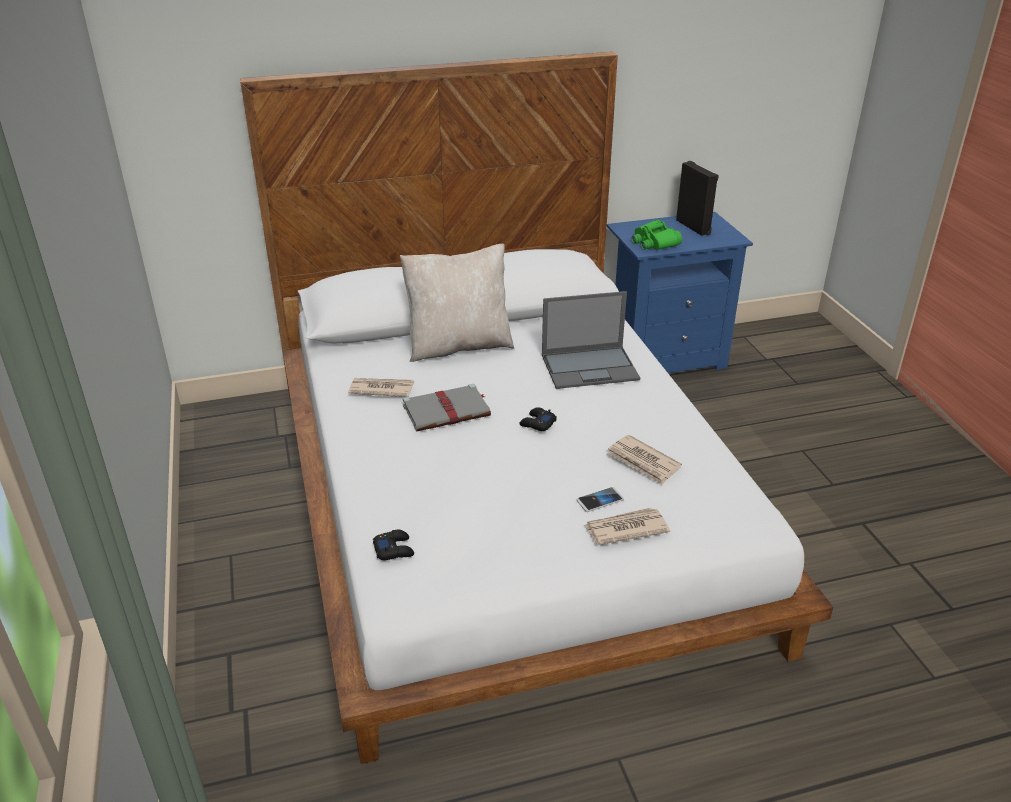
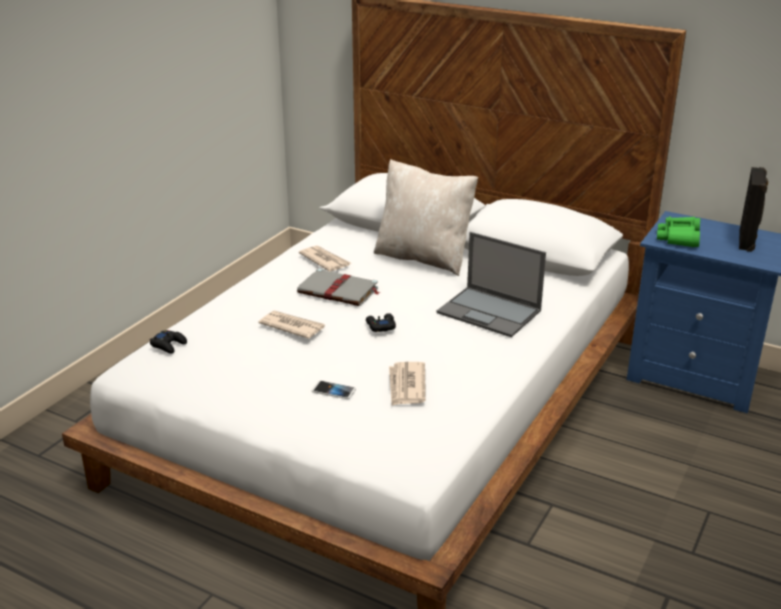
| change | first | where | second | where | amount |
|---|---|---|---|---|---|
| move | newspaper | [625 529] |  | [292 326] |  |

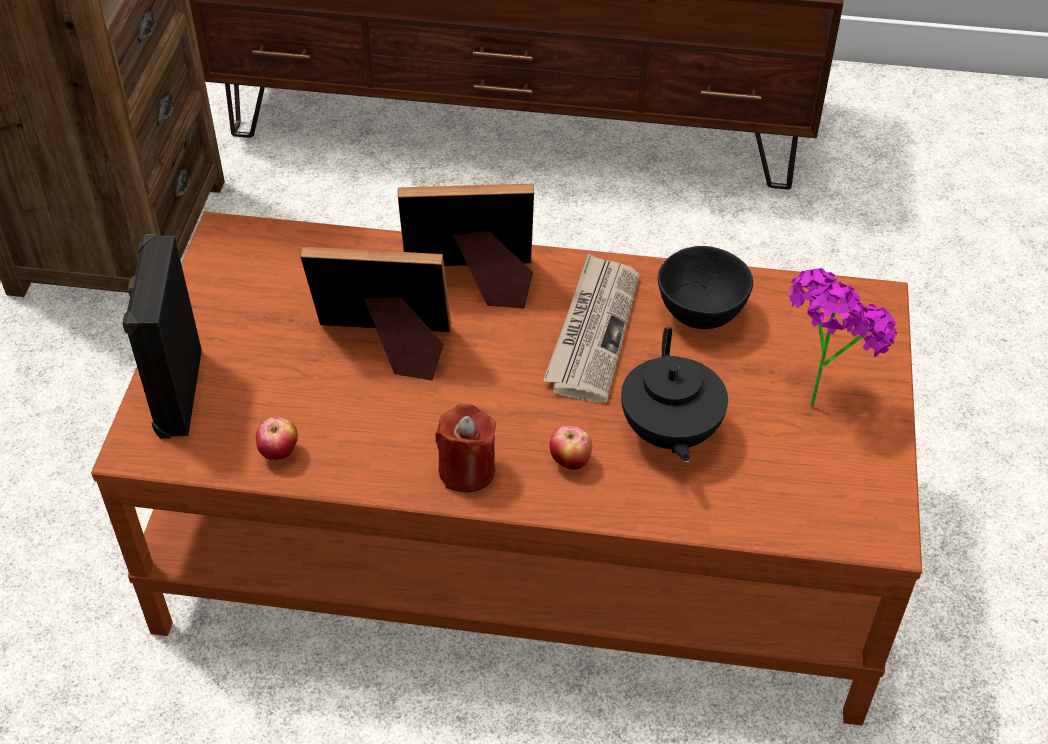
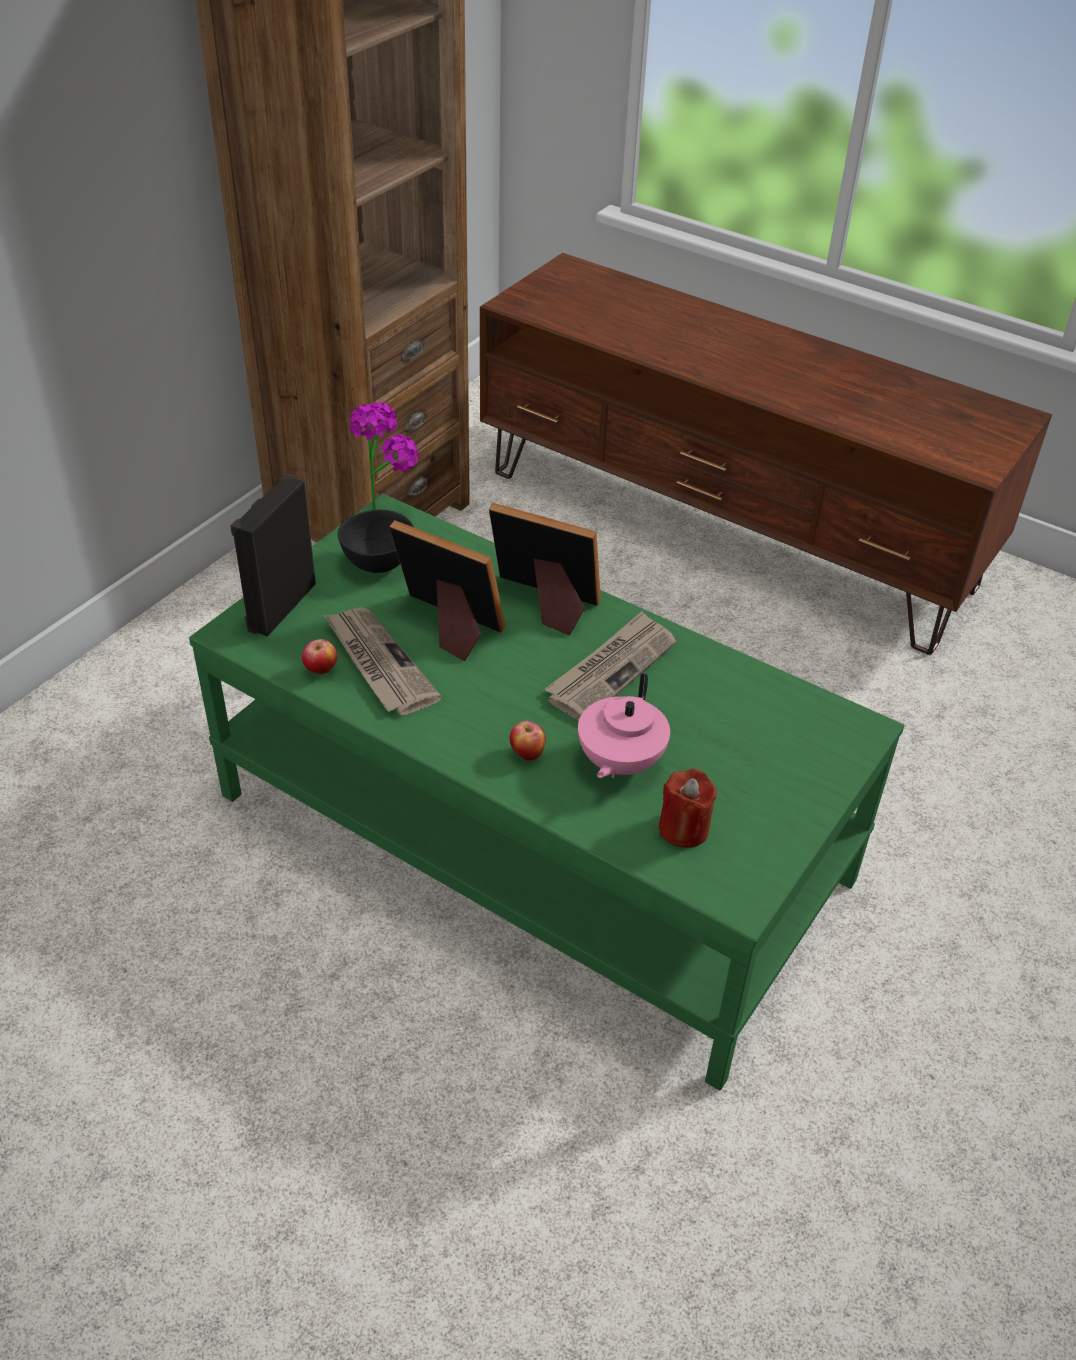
| change | first | where | second | where | amount |
|---|---|---|---|---|---|
| insert |  |  | newspaper | [378 663] |  |
| move | red-coloured wax light | [467 470] |  | [683 829] |  |
| move | blackish bowl | [699 315] |  | [377 564] |  |
| move | houseplant | [818 391] |  | [386 504] |  |
| recolor | brown-coloured coffee table | [520 538] | green-coloured coffee table | [530 836] |  |
| recolor | blackish teapot | [669 433] | pink-coloured teapot | [619 762] |  |

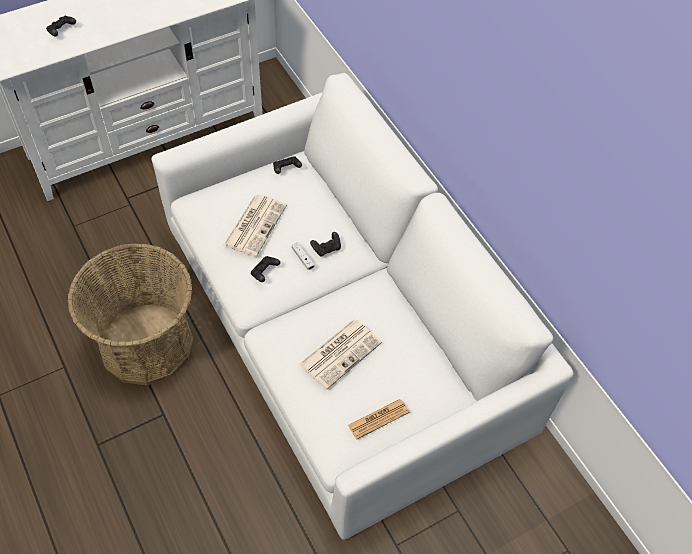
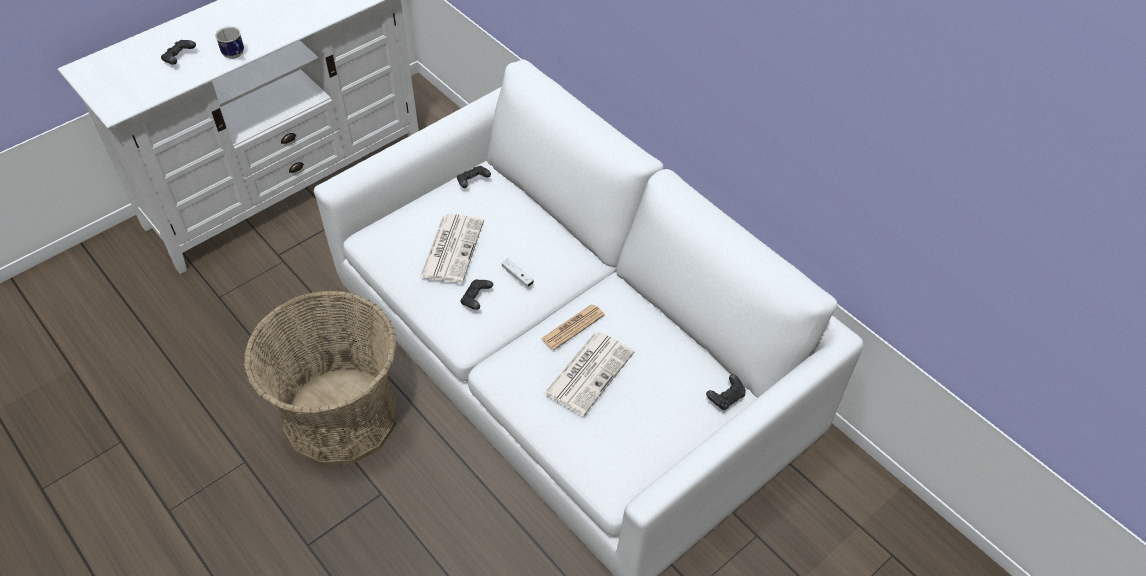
| change | first | where | second | where | amount |
|---|---|---|---|---|---|
| insert |  |  | mug | [235 56] |  |
| move | blackish game controller | [326 248] |  | [726 398] |  |
| move | newspaper | [378 419] |  | [573 327] |  |

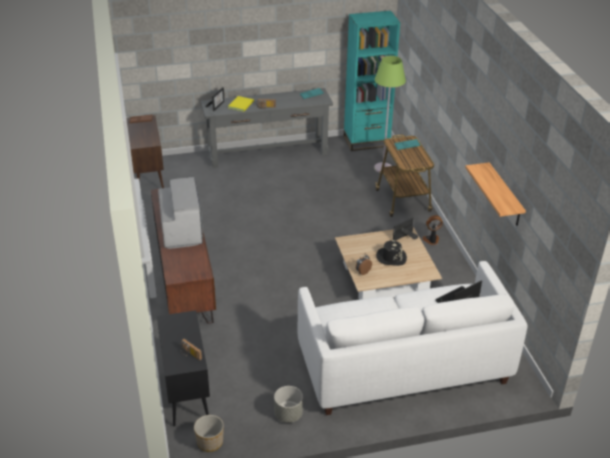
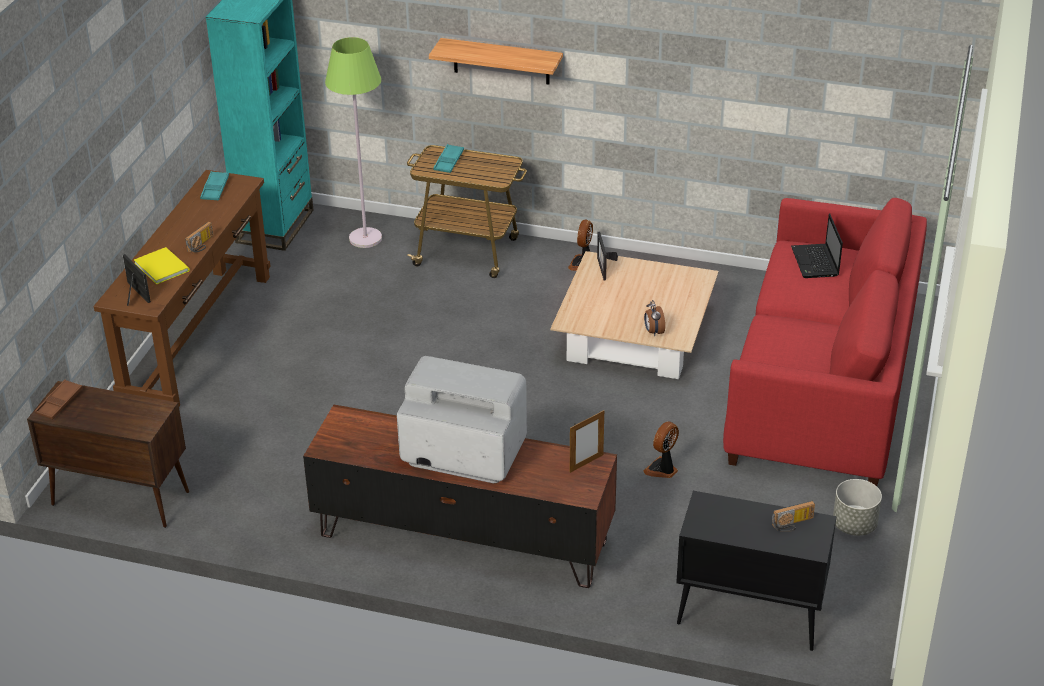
| change | first | where | second | where | amount |
|---|---|---|---|---|---|
| delete | plant pot | [210 442] |  |  |  |
| delete | blackish clothing hat | [391 257] |  |  |  |
| insert |  |  | standing frame | [586 463] |  |
| insert |  |  | cooling fan | [662 469] |  |
| move | shelf | [505 195] |  | [501 61] |  |
| recolor | gray console table | [267 153] | brown-coloured console table | [198 336] |  |
| recolor | whitish sofa | [403 365] | red-coloured sofa | [822 388] |  |

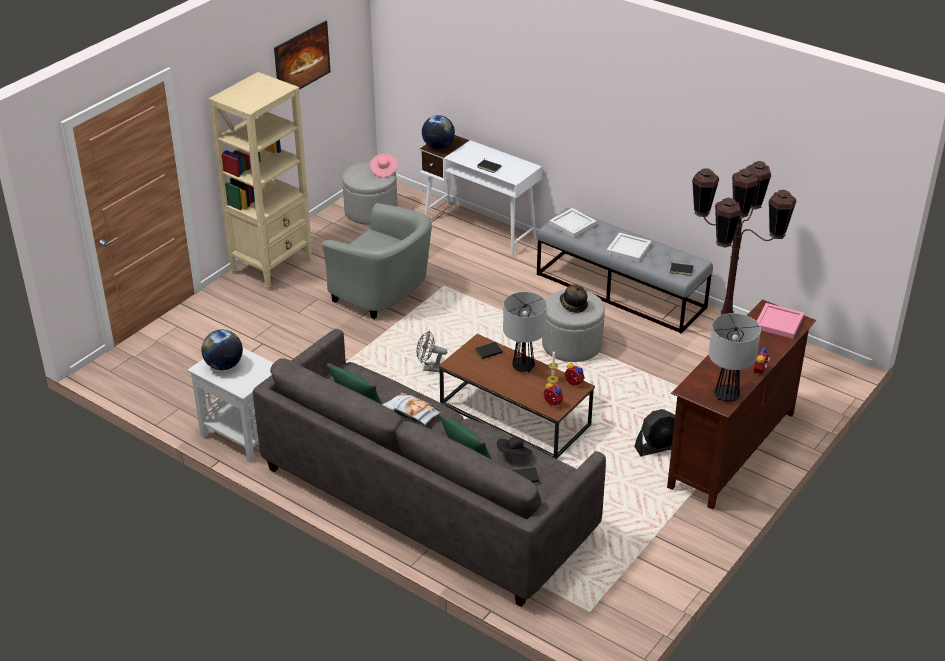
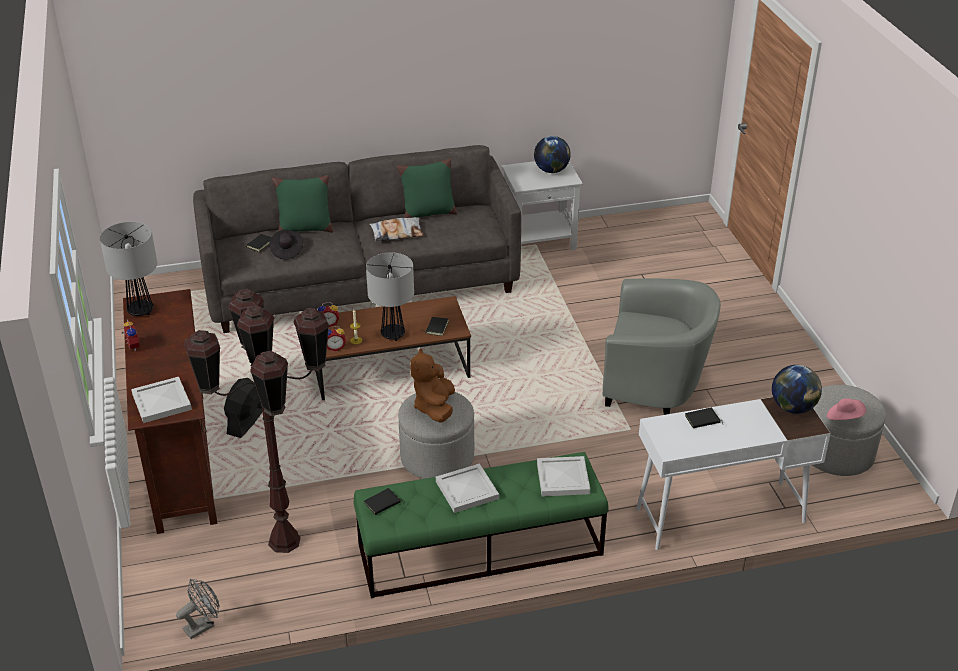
| change | first | where | second | where | amount |
|---|---|---|---|---|---|
| delete | beige shelving unit | [272 266] |  |  |  |
| delete | wall art | [303 72] |  |  |  |
| move | gray cooling fan | [429 368] |  | [203 625] |  |
| replace | clothing hat | [573 305] | brown-coloured soft toy | [434 407] |  |
| recolor | gray long seat | [621 291] | green-coloured long seat | [479 550] |  |
| recolor | pink-coloured tray | [778 322] | whitish tray | [162 402] |  |
| rotate | gray lounge chair | [384 295] |  | [655 385] | 150 degrees counterclockwise |

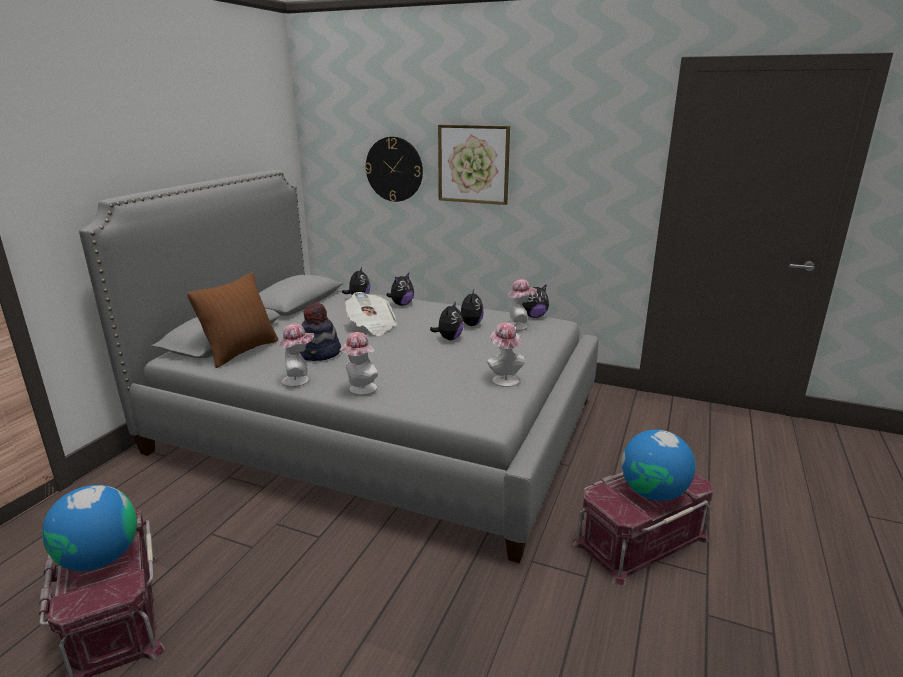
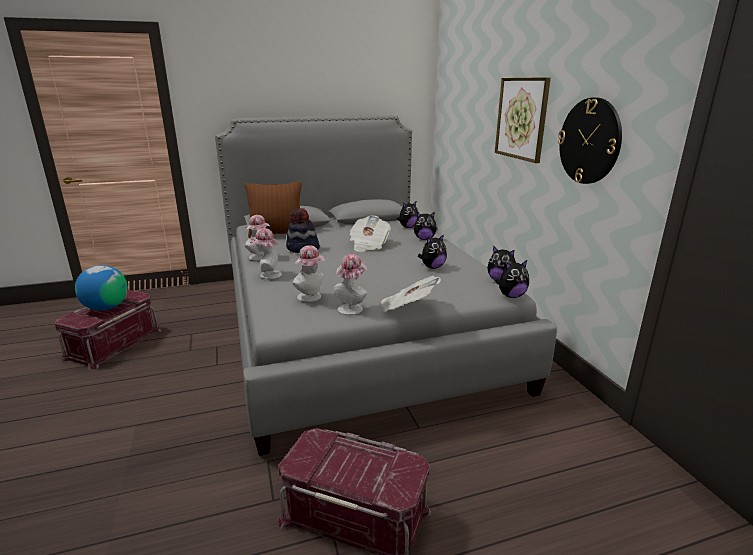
| change | first | where | second | where | amount |
|---|---|---|---|---|---|
| delete | globe | [653 493] |  |  |  |
| insert |  |  | newspaper | [407 308] |  |
| move | clock on the wall | [394 169] |  | [589 141] |  |
| move | soft toy | [449 338] |  | [511 296] |  |
| move | clothing hat | [519 326] |  | [311 297] |  |

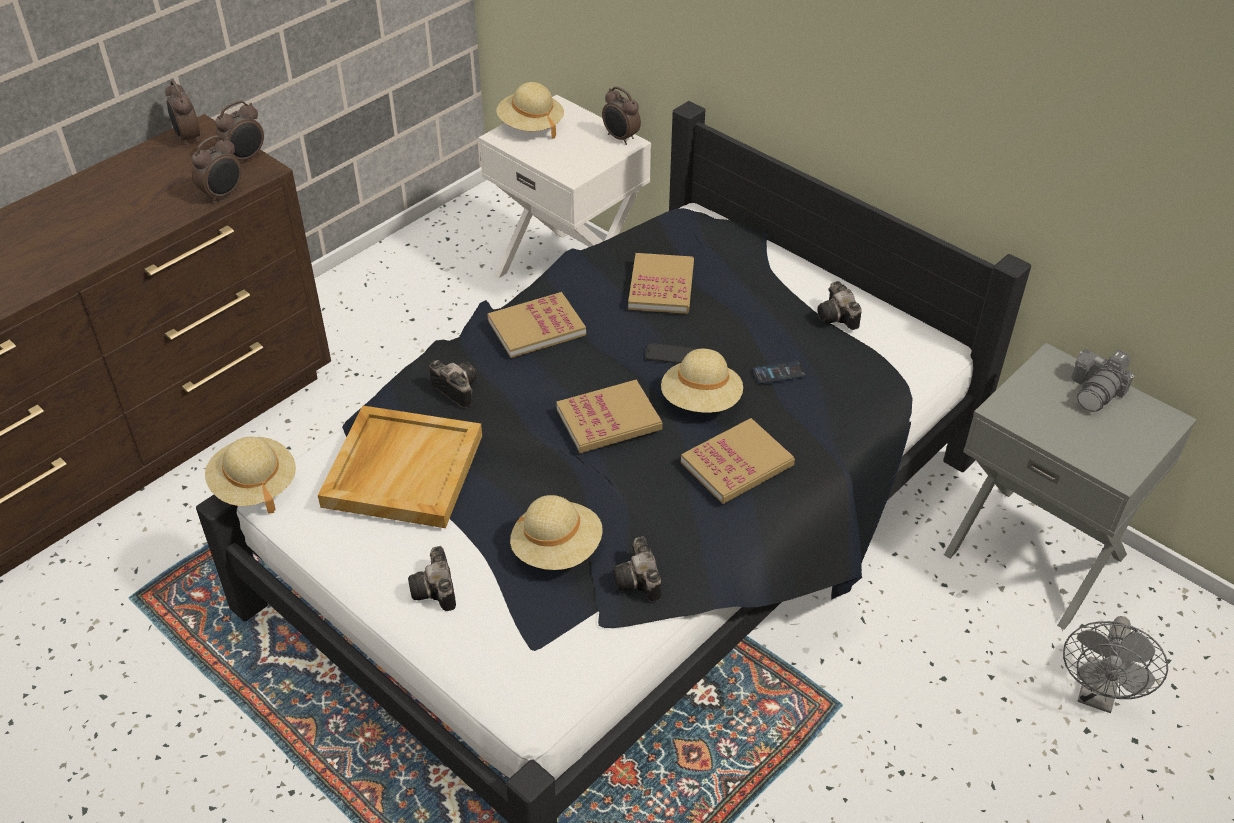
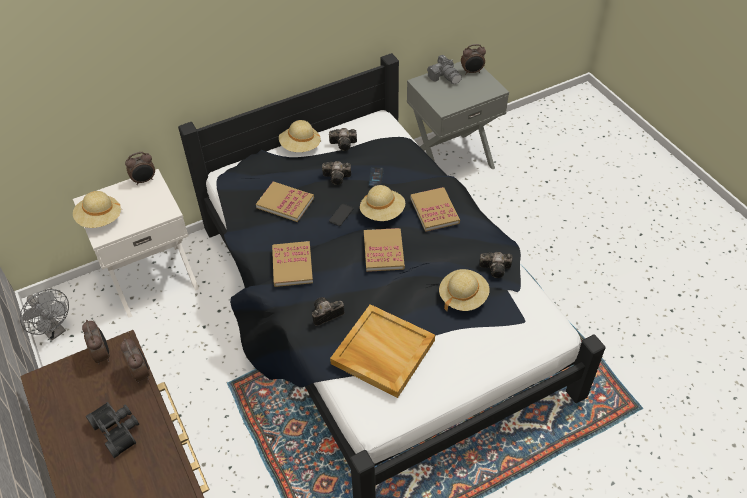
| change | first | where | second | where | amount |
|---|---|---|---|---|---|
| insert |  |  | blackish pair of binoculars | [118 430] |  |
| move | alarm clock | [188 139] |  | [472 72] |  |
| move | beige clothing hat | [254 486] |  | [300 146] |  |
| move | photo camera | [436 591] |  | [338 177] |  |
| move | gray cooling fan | [1097 695] |  | [54 331] |  |

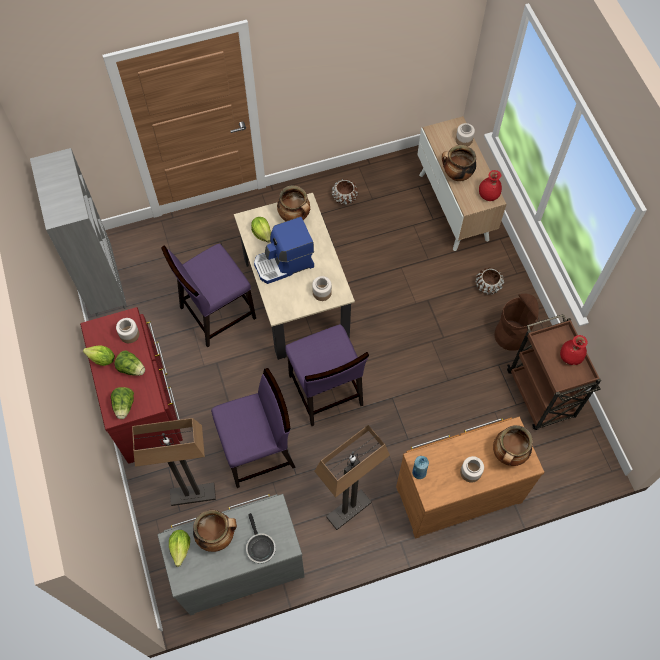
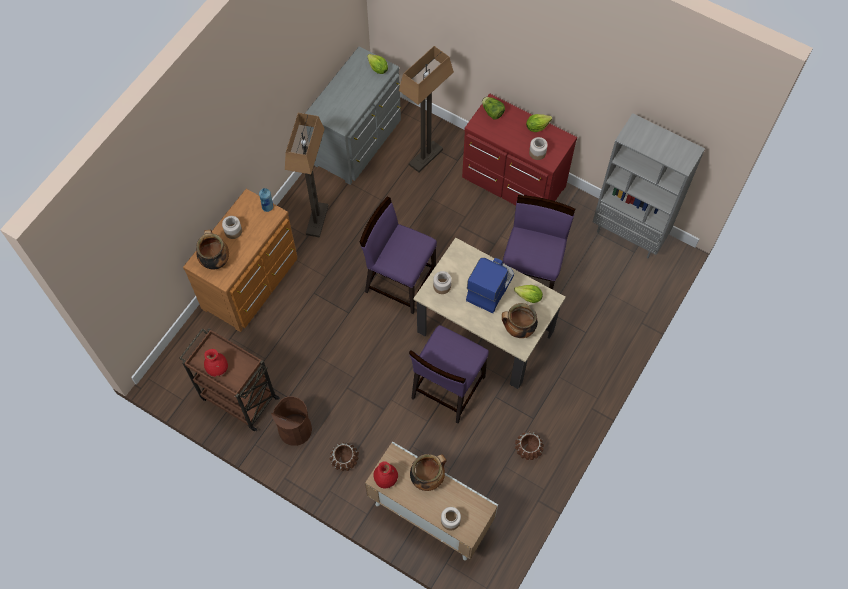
| change | first | where | second | where | amount |
|---|---|---|---|---|---|
| delete | lettuce head | [131 368] |  |  |  |
| delete | saucepot | [217 535] |  |  |  |
| delete | pan | [259 546] |  |  |  |
| move | purple-coloured upright chair | [258 452] |  | [447 388] |  |

